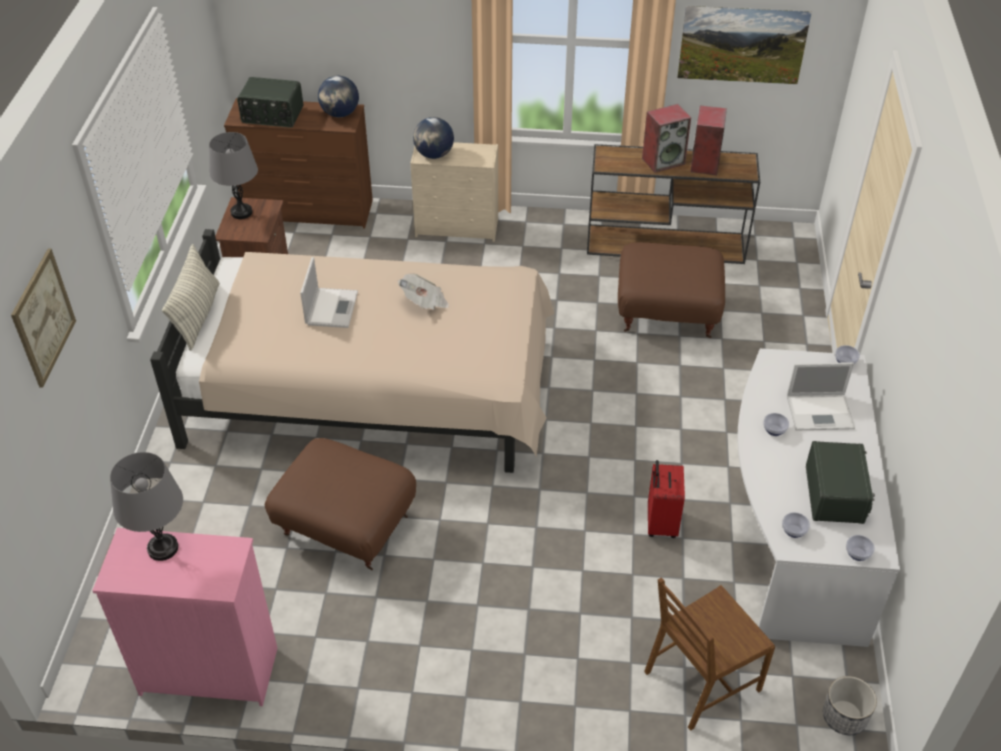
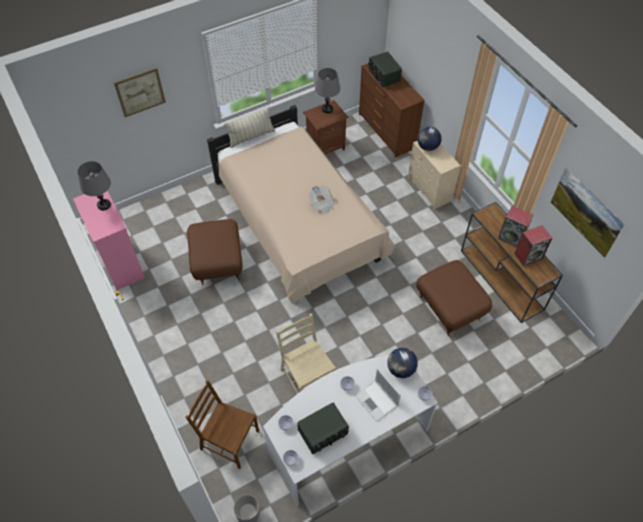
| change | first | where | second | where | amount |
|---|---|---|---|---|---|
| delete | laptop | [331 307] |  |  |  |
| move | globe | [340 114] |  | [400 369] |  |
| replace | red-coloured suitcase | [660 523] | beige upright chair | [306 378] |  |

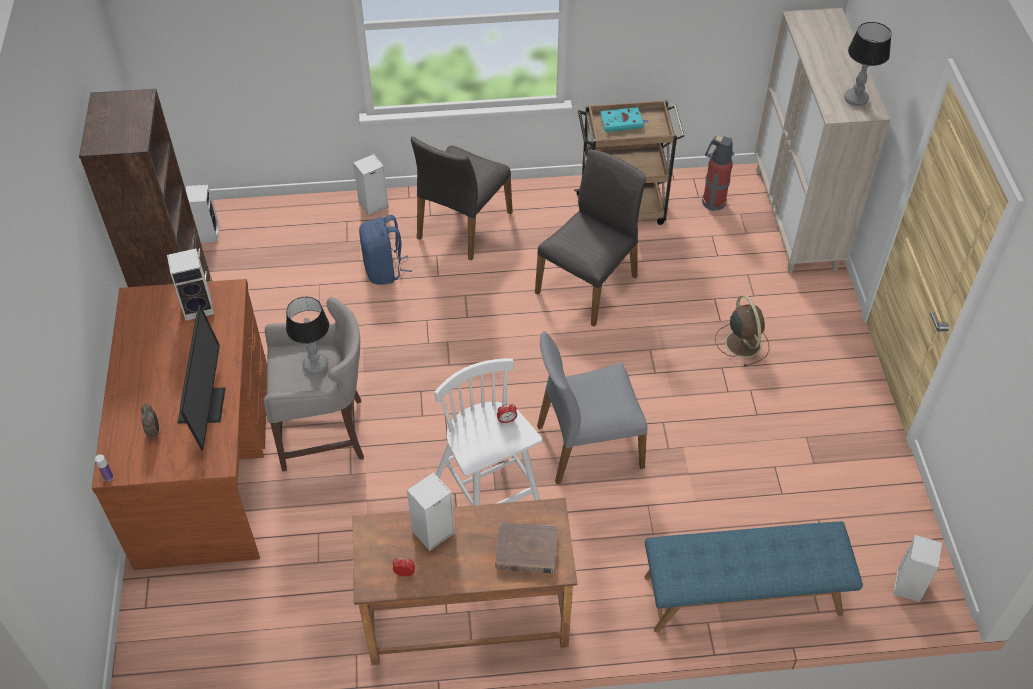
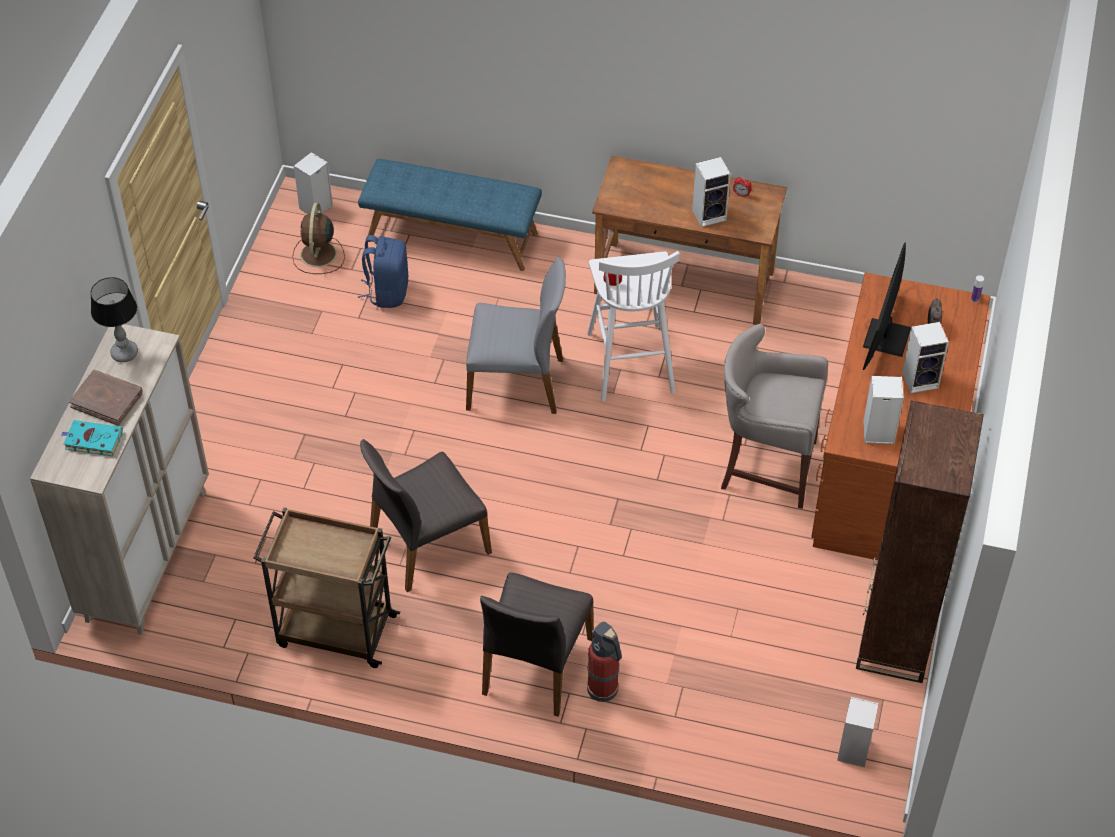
| change | first | where | second | where | amount |
|---|---|---|---|---|---|
| delete | table lamp | [315 365] |  |  |  |
| move | audio speaker | [372 205] |  | [921 380] |  |
| move | blue rucksack | [384 270] |  | [387 292] |  |
| move | brown-coloured bound book | [526 550] |  | [107 399] |  |
| move | blue-green bound book | [622 122] |  | [92 440] |  |
| move | fire extinguisher | [712 202] |  | [604 689] |  |
| move | brown-coloured cooling fan | [742 342] |  | [318 255] |  |
| rotate | gray upright chair | [462 225] |  | [535 666] | 150 degrees clockwise |

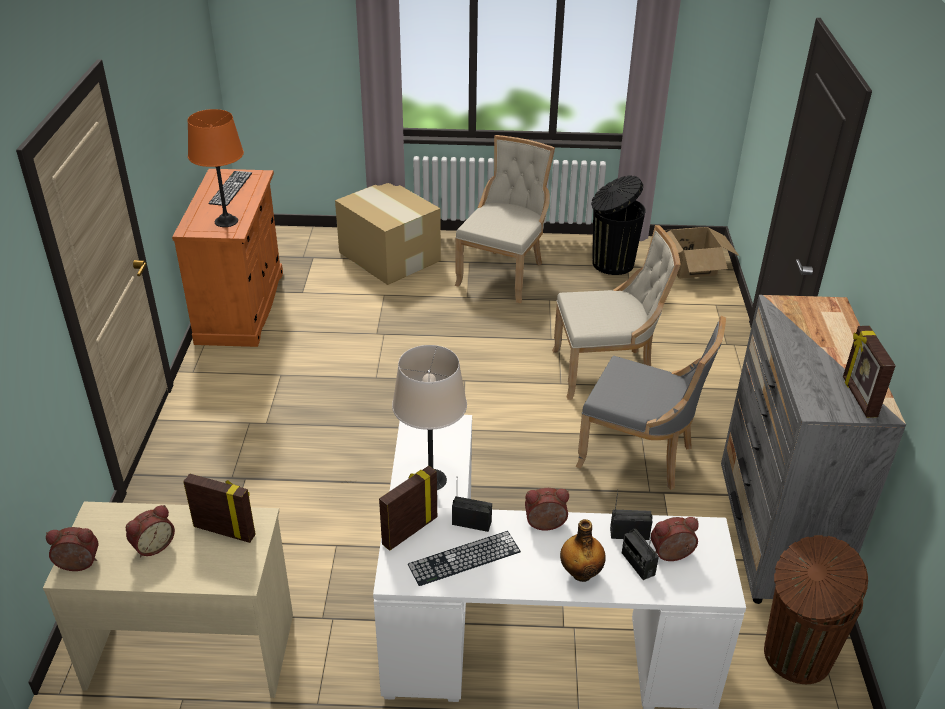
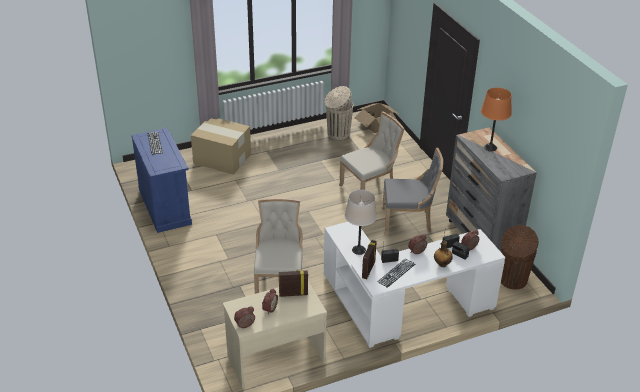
| change | first | where | second | where | amount |
|---|---|---|---|---|---|
| delete | standing frame | [858 397] |  |  |  |
| move | orange-coloured table lamp | [226 221] |  | [490 147] |  |
| move | beige upright chair | [504 273] |  | [279 282] |  |
| recolor | orange-coloured cupboard | [241 307] | blue cupboard | [165 207] |  |
| recolor | blackish trash can | [611 263] | beige trash can | [337 133] |  |

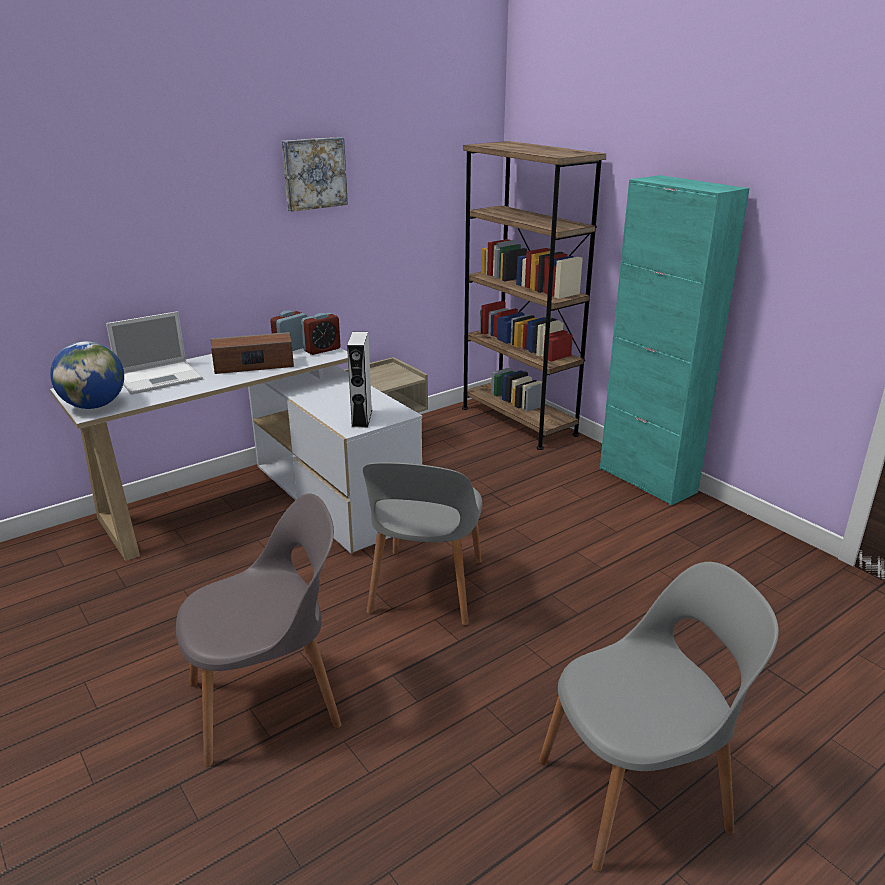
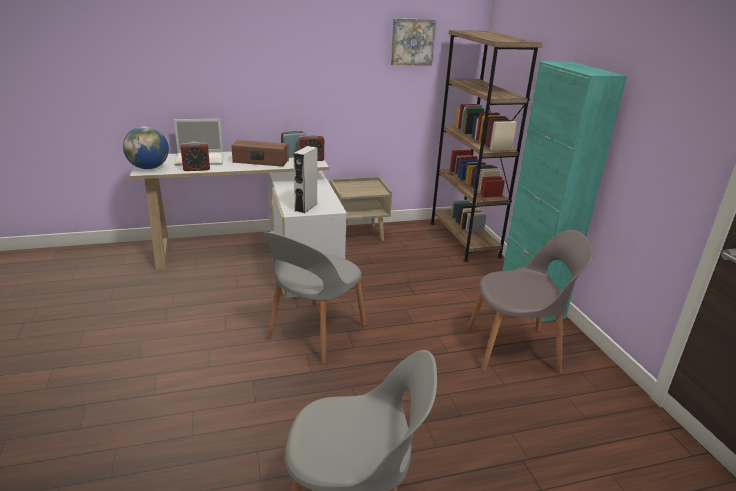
| change | first | where | second | where | amount |
|---|---|---|---|---|---|
| insert |  |  | alarm clock | [196 169] |  |
| move | gray upright chair | [269 702] |  | [515 349] |  |
| move | wall art | [313 173] |  | [412 42] |  |

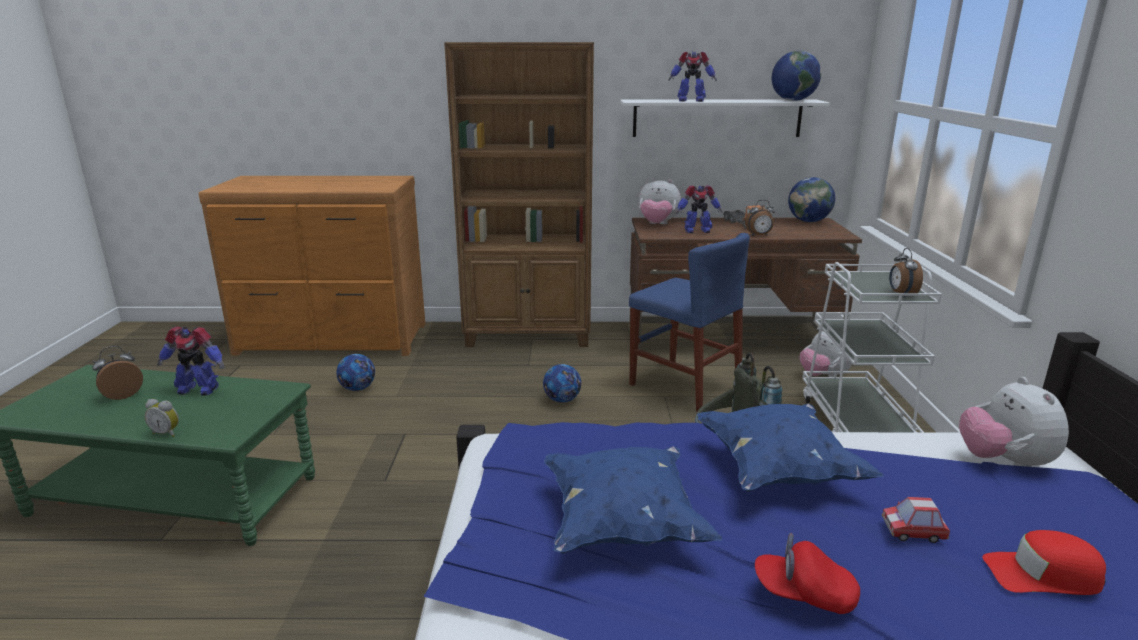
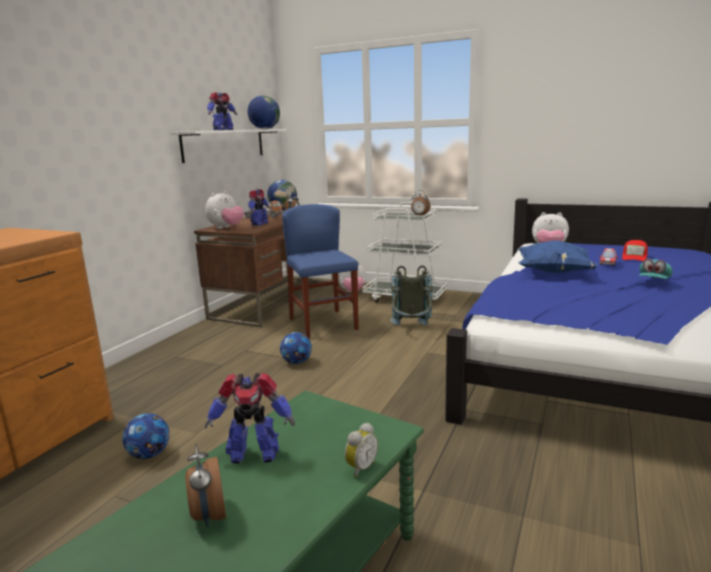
| change | first | where | second | where | amount |
|---|---|---|---|---|---|
| delete | brown-coloured shelving unit | [529 336] |  |  |  |
| delete | blue cushion | [622 523] |  |  |  |
| recolor | red-coloured baseball cap | [804 594] | blue-green baseball cap | [653 281] |  |
| rotate | model robot | [198 389] |  | [253 454] | 60 degrees clockwise |
| rotate | blue upright chair | [684 386] |  | [323 324] | 90 degrees counterclockwise |

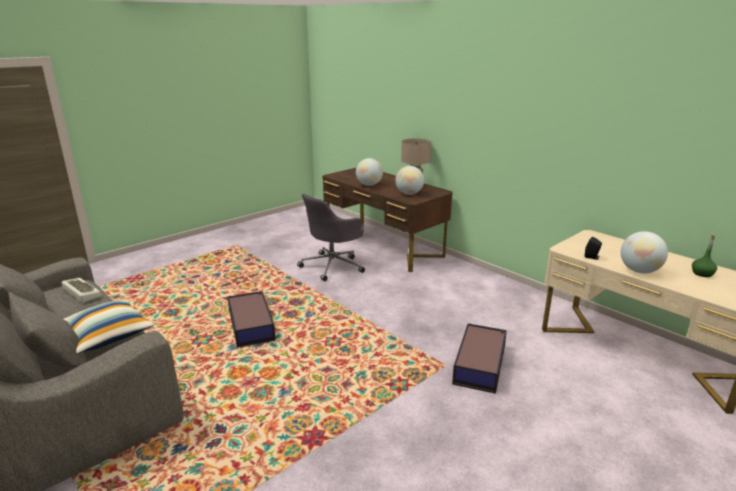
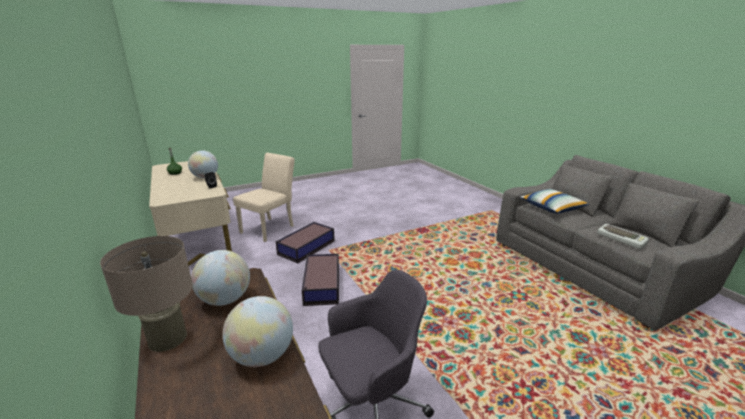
| change | first | where | second | where | amount |
|---|---|---|---|---|---|
| insert |  |  | beige upright chair | [270 228] |  |
| move | storage container | [251 325] |  | [322 285] |  |

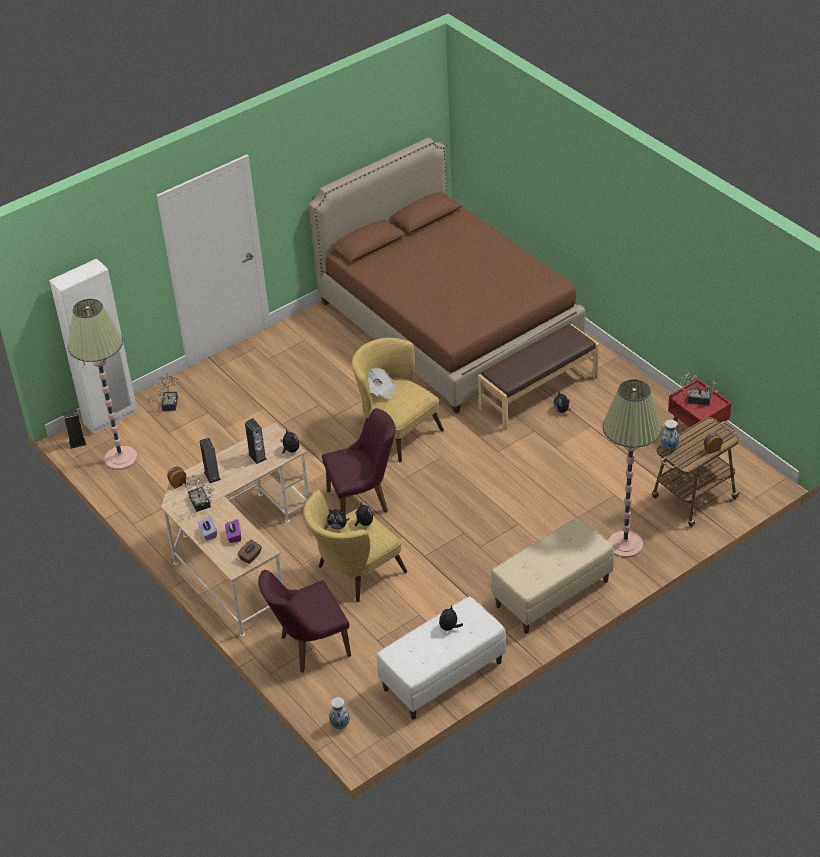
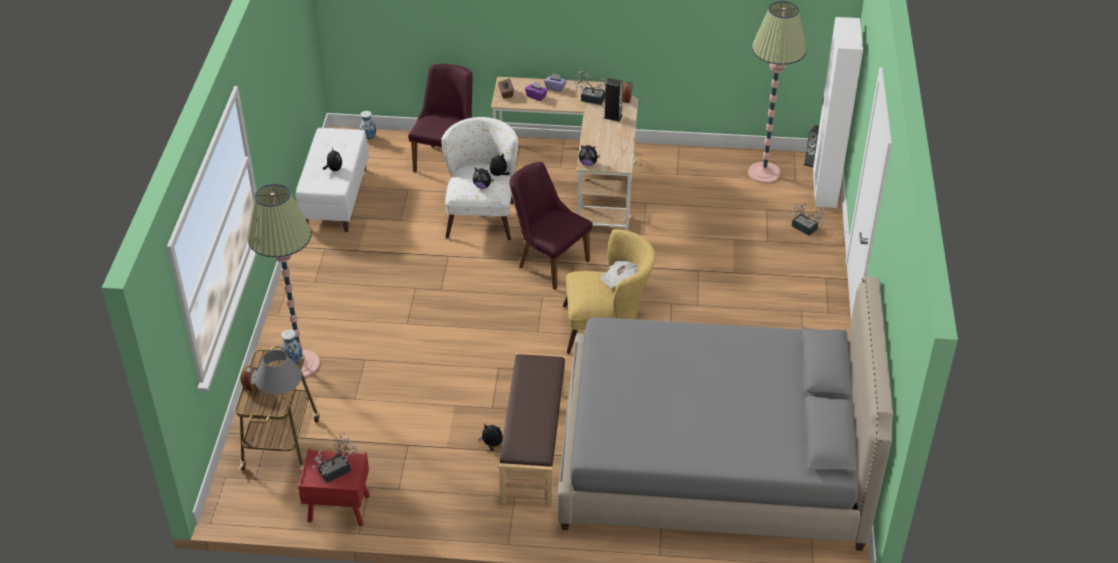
| change | first | where | second | where | amount |
|---|---|---|---|---|---|
| delete | audio speaker | [257 456] |  |  |  |
| delete | beige long seat | [552 594] |  |  |  |
| insert |  |  | gray table lamp | [281 394] |  |
| recolor | yellow-coloured lounge chair | [354 573] | whitish lounge chair | [482 214] |  |
| recolor | brown-coloured sleeping bed | [448 323] | gray sleeping bed | [712 458] |  |
| rotate | purple-coloured upright chair | [363 500] |  | [548 261] | 105 degrees clockwise |

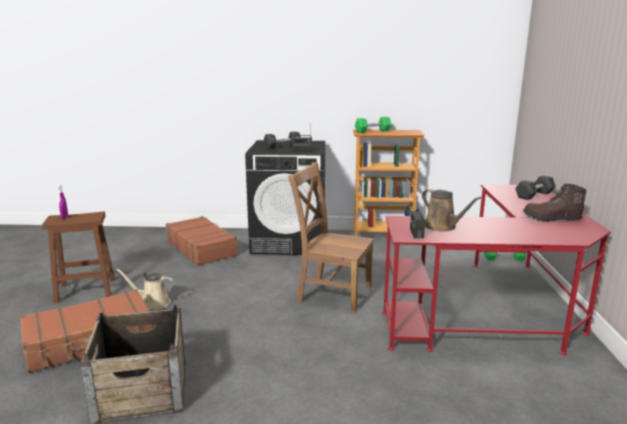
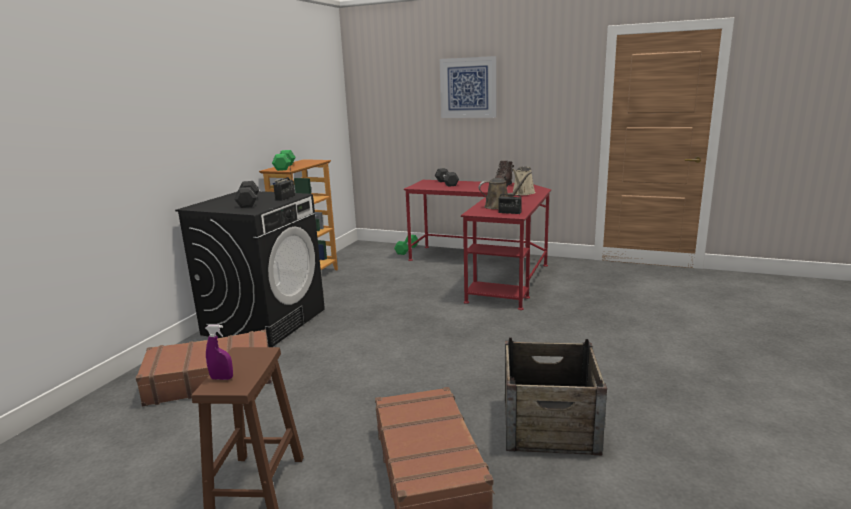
| change | first | where | second | where | amount |
|---|---|---|---|---|---|
| delete | brown-coloured upright chair | [331 293] |  |  |  |
| insert |  |  | wall art | [468 88] |  |
| move | beige watering can | [153 303] |  | [522 193] |  |

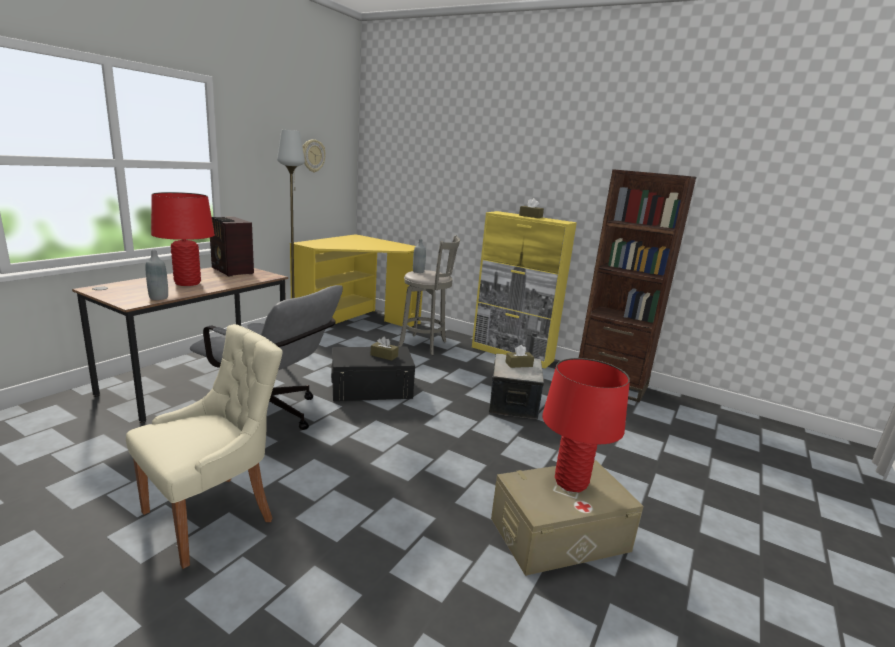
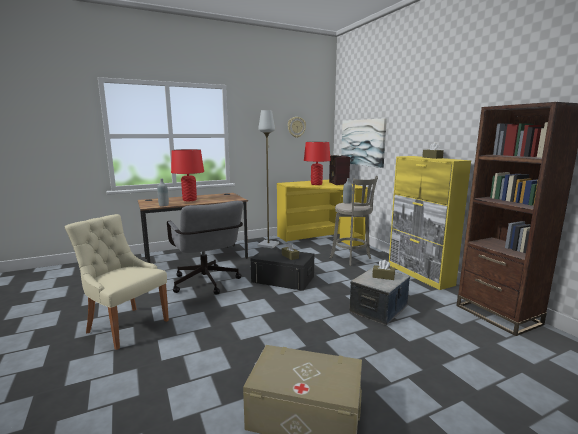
| change | first | where | second | where | amount |
|---|---|---|---|---|---|
| insert |  |  | wall art | [362 142] |  |
| move | radio set | [232 271] |  | [338 183] |  |
| move | red-coloured table lamp | [571 482] |  | [316 184] |  |
| rotate | beige upright chair | [213 515] |  | [125 326] | 135 degrees counterclockwise |

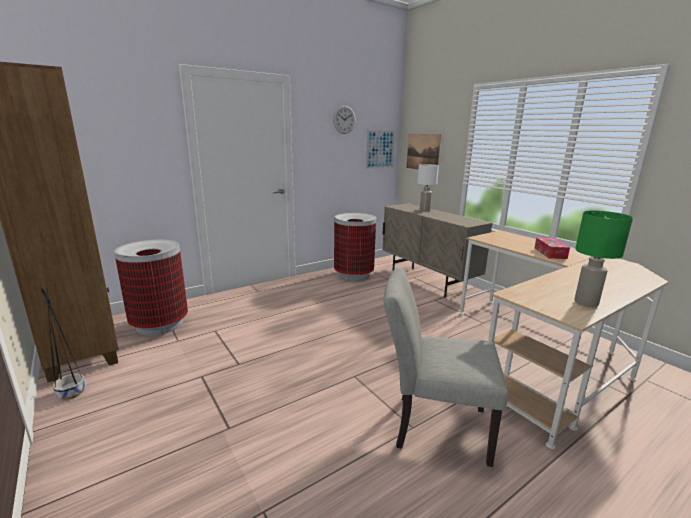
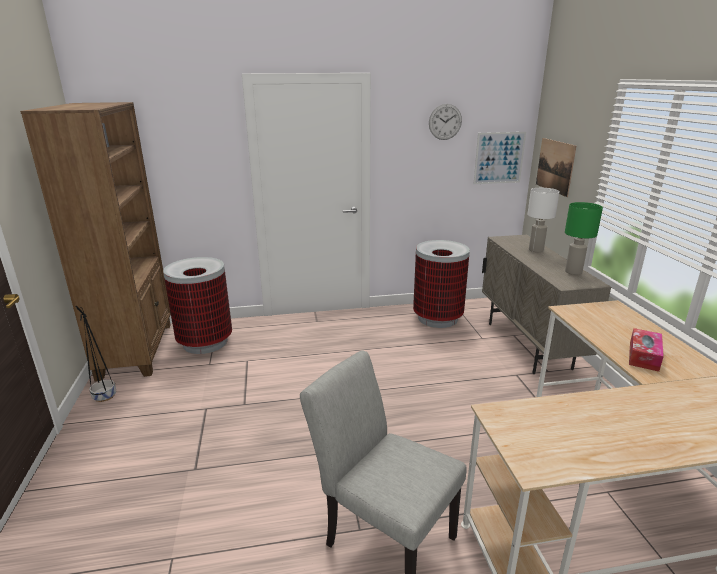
| change | first | where | second | where | amount |
|---|---|---|---|---|---|
| move | green-coloured table lamp | [585 303] |  | [573 272] |  |

